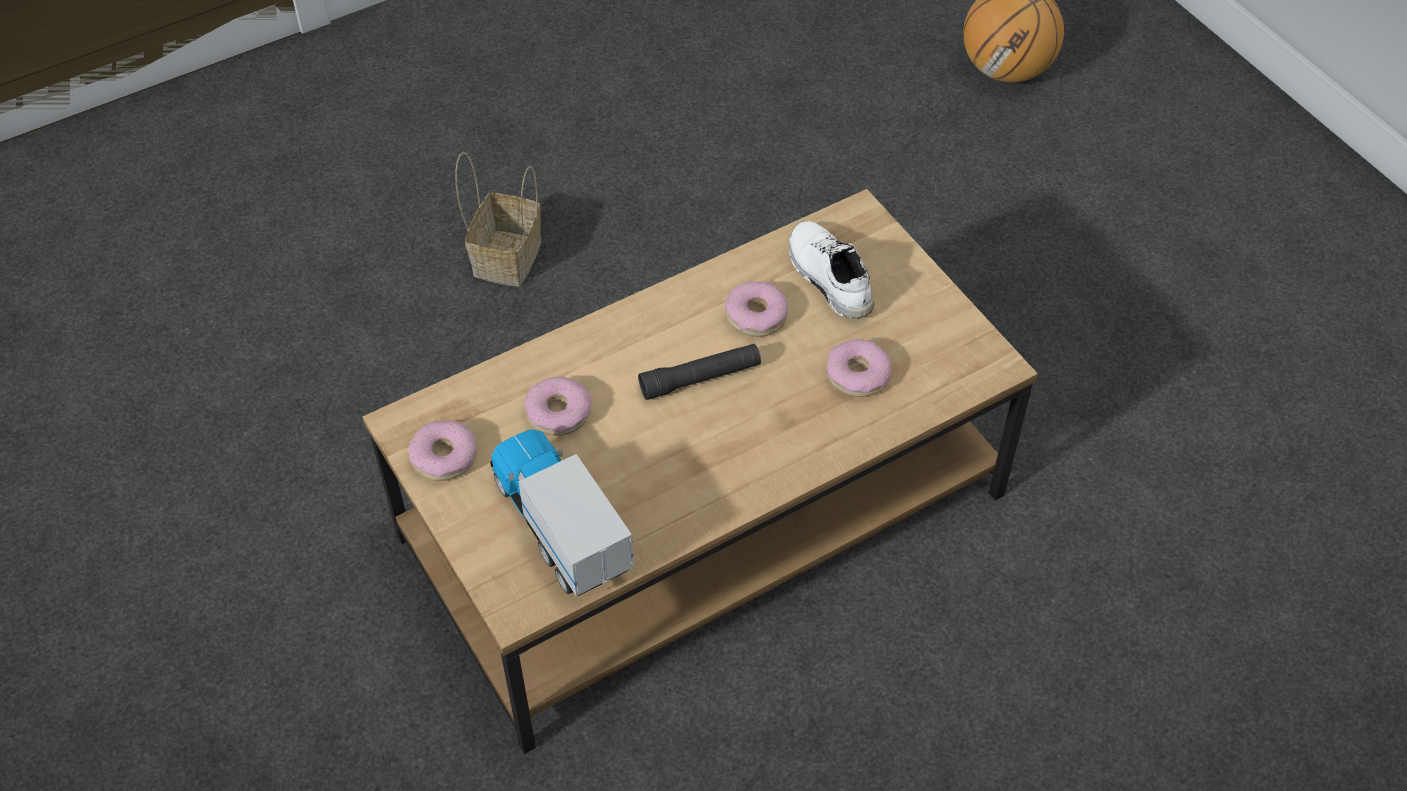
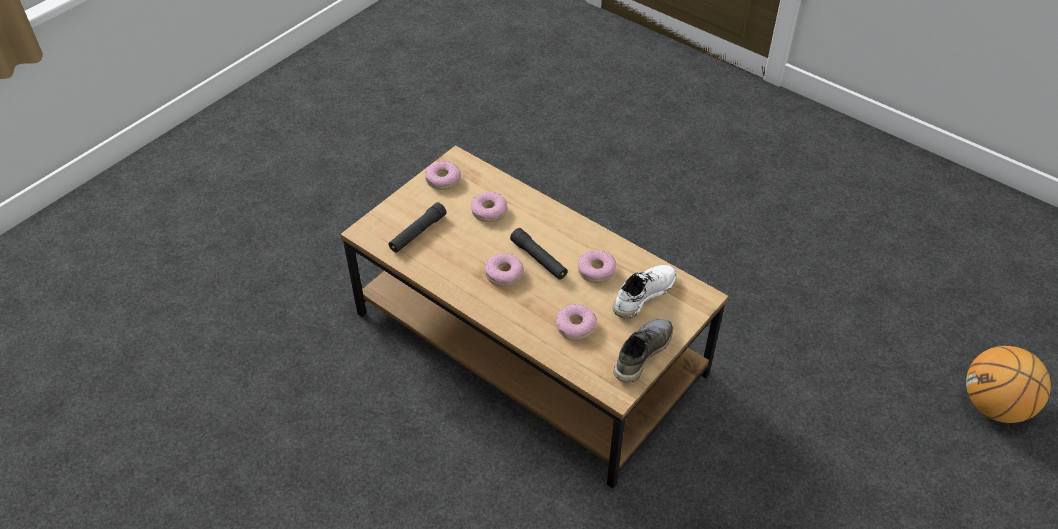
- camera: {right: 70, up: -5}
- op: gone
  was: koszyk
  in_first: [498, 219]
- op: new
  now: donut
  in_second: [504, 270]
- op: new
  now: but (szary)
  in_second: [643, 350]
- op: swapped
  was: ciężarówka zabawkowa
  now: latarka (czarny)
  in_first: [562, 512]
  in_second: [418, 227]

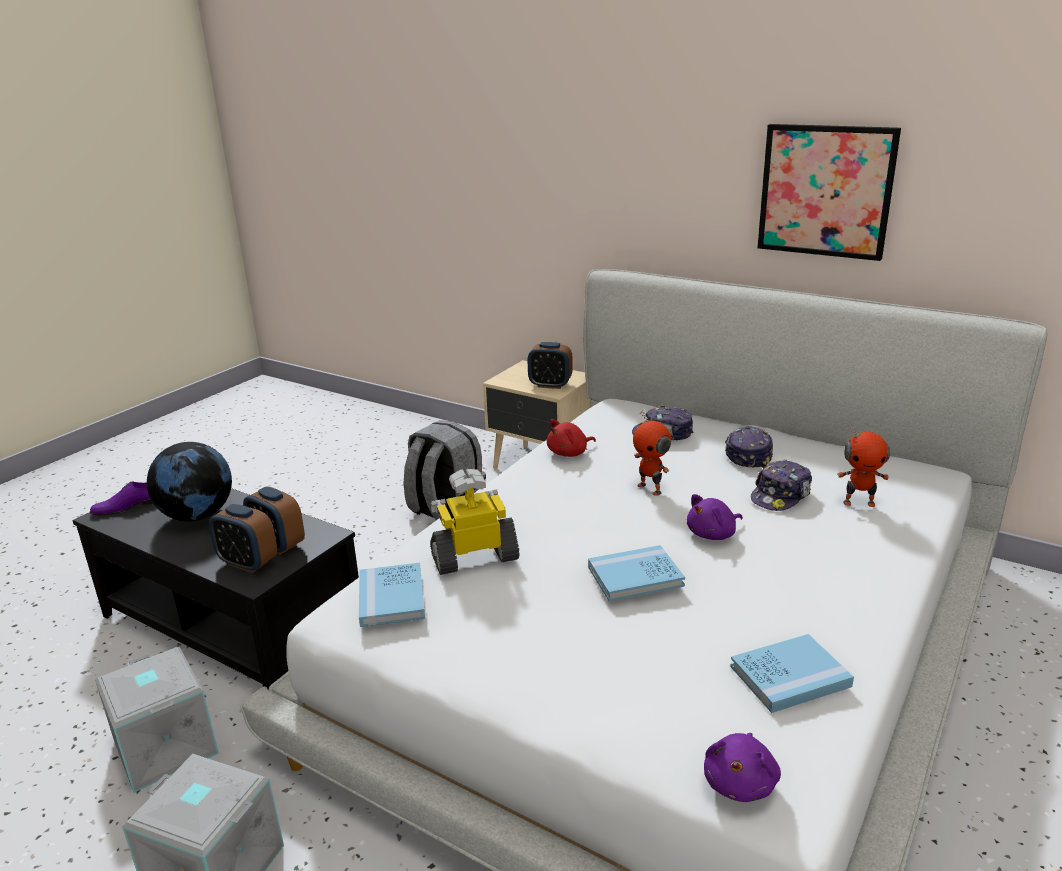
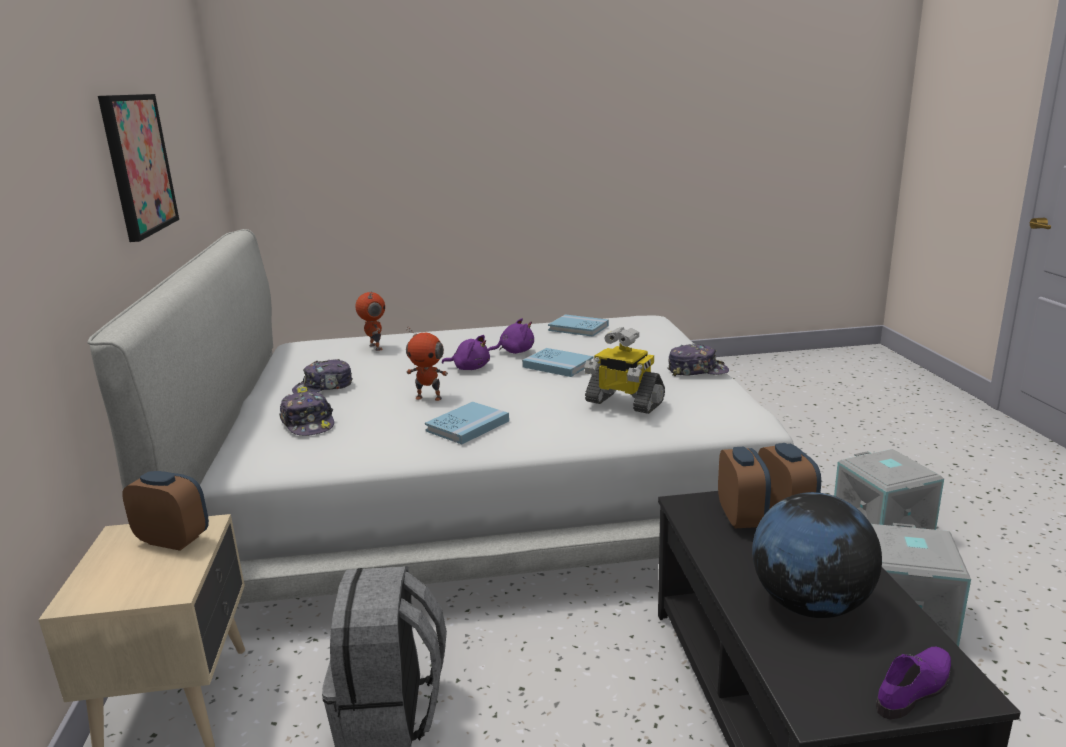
- camera: {right: -130, up: -5}
- op: gone
  was: pluszak (czerwony)
  in_first: [571, 438]
- op: shifted
  was: książka (niebieski)
  in_first: [392, 595]
  in_second: [467, 422]
- op: shifted
  was: pluszak (fioletowy)
  in_first: [742, 767]
  in_second: [511, 336]
- op: shifted
  was: czapka z daszkiem
  in_first: [781, 485]
  in_second: [698, 360]
- op: rotated
  was: but (fioletowy)
  in_first: [121, 498]
  in_second: [913, 683]
  clockwise: -60
- op: rotated
  was: budzik
  in_first: [550, 365]
  in_second: [165, 511]
  clockwise: -45
- op: rotated
  was: robot zabawkowy
  in_first: [652, 453]
  in_second: [427, 364]
  clockwise: 90

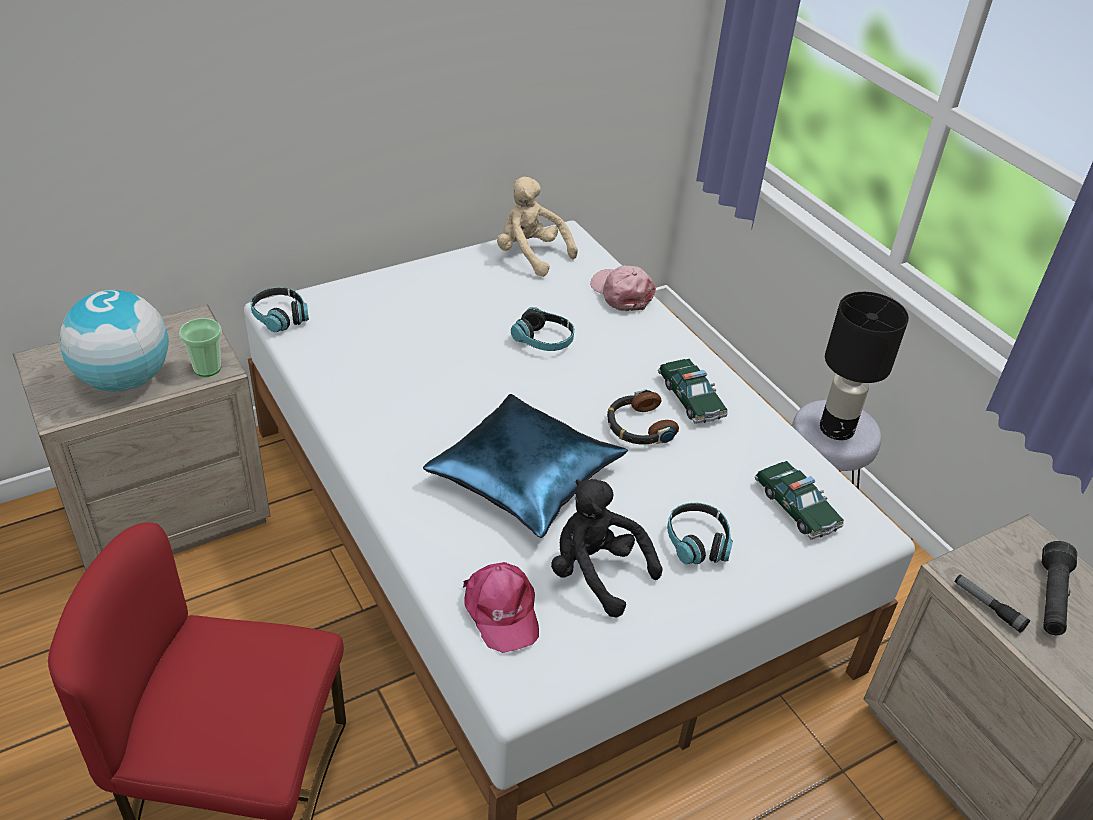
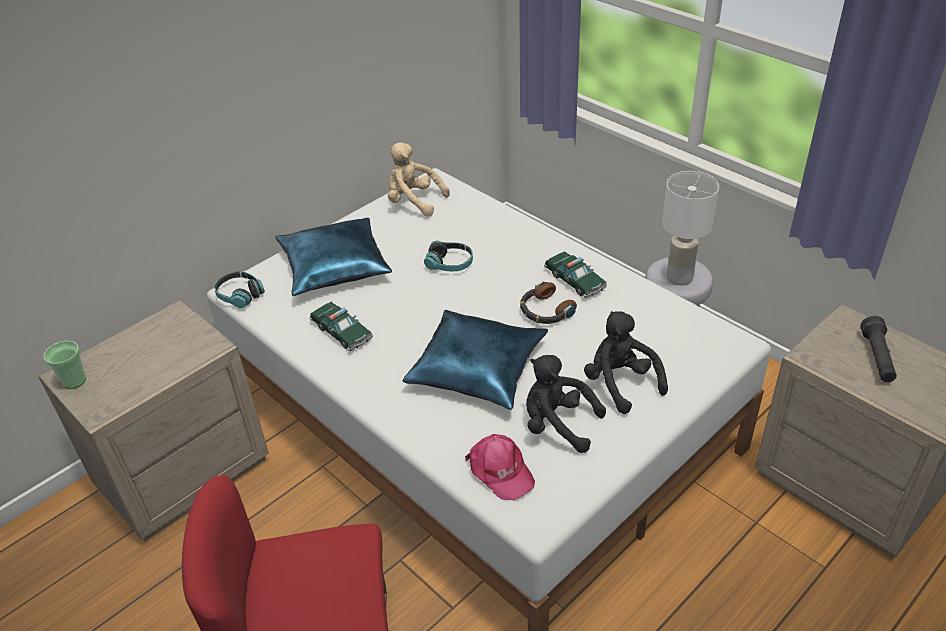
- camera: {right: -10, up: 0}
- op: gone
  was: globus
  in_first: [114, 340]
- op: gone
  was: czapka z daszkiem (różowy)
  in_first: [623, 288]
- op: gone
  was: latarka
  in_first: [992, 603]
- op: new
  now: poduszka (niebieski)
  in_second: [333, 257]
- op: shifted
  was: filiżanka
  in_first: [200, 347]
  in_second: [65, 365]
- op: shifted
  was: samochodzik
  in_first: [799, 500]
  in_second: [341, 326]
- op: swapped
  was: słuchawki
  now: pluszak (czarny)
  in_first: [700, 533]
  in_second: [626, 362]
- op: repainted
  was: lampa stołowa (czarny)
  now: lampa stołowa (biały)
  in_first: [864, 366]
  in_second: [690, 228]

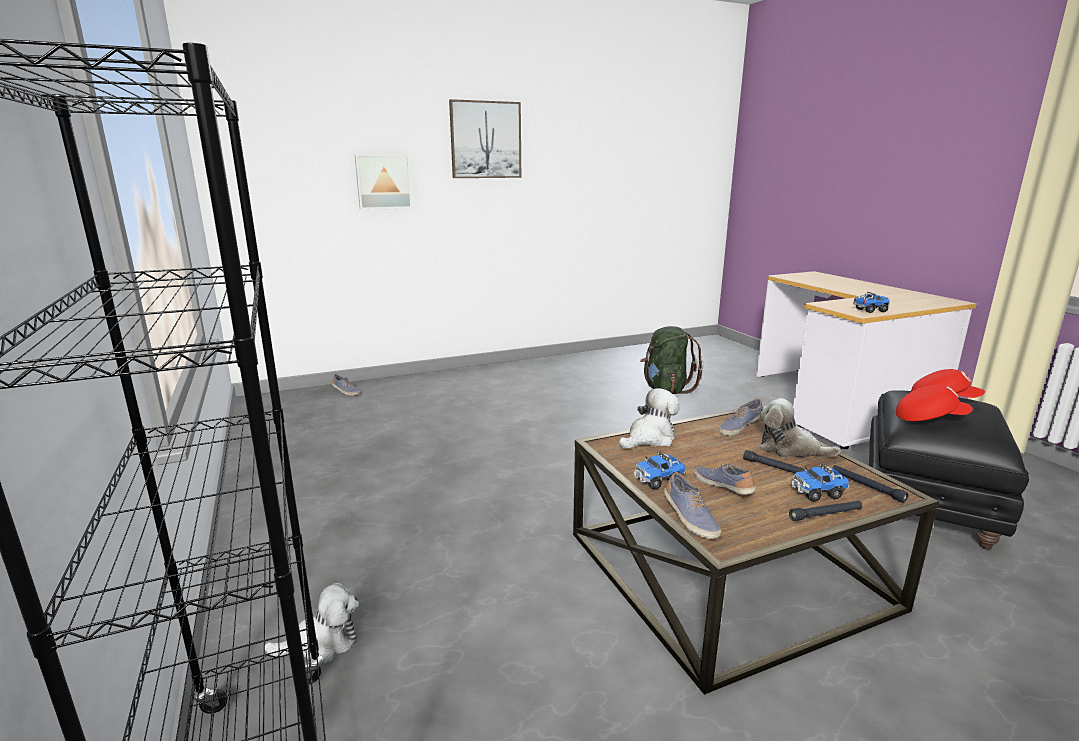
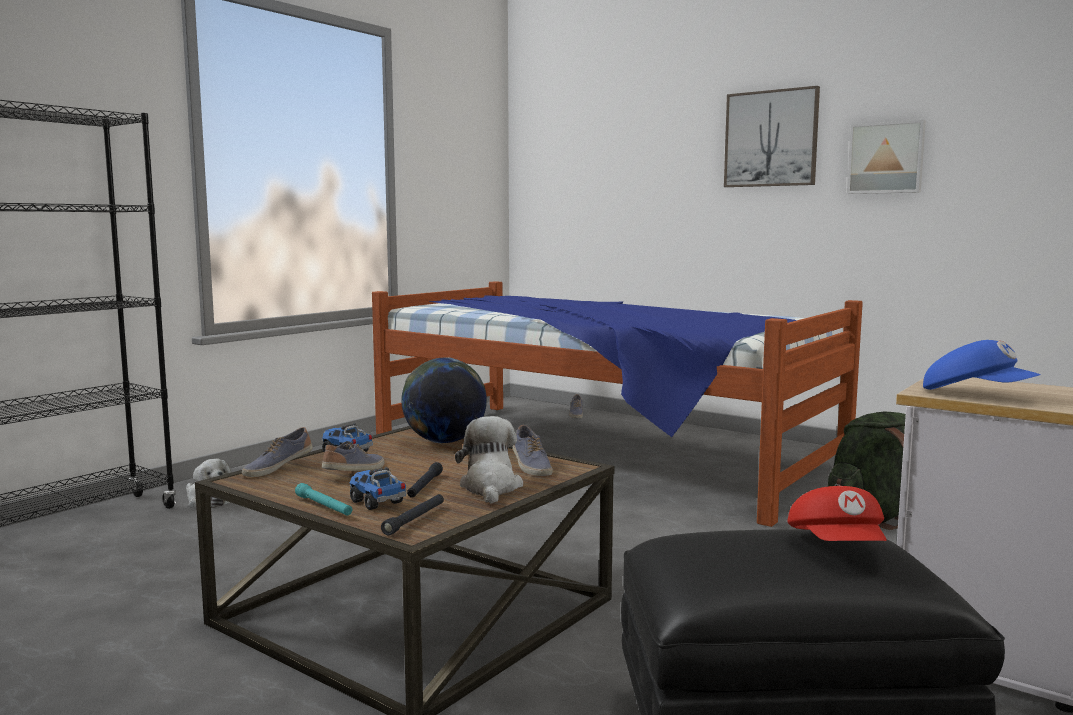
- camera: {right: 60, up: -10}
- op: gone
  was: czapka z daszkiem (czerwony)
  in_first: [934, 403]
- op: new
  now: łóżko
  in_second: [617, 404]
- op: shifted
  was: obraz
  in_first: [384, 182]
  in_second: [886, 157]
- op: swapped
  was: pluszak
  now: globus
  in_first: [649, 418]
  in_second: [444, 400]
- op: swapped
  was: ciężarówka zabawkowa
  now: czapka z daszkiem (niebieski)
  in_first: [871, 302]
  in_second: [982, 365]
- op: repainted
  was: latarka (czarny)
  now: latarka (turkusowy)
  in_first: [826, 511]
  in_second: [323, 499]
- op: rotated
  was: but
  in_first: [740, 417]
  in_second: [533, 450]
  clockwise: -135

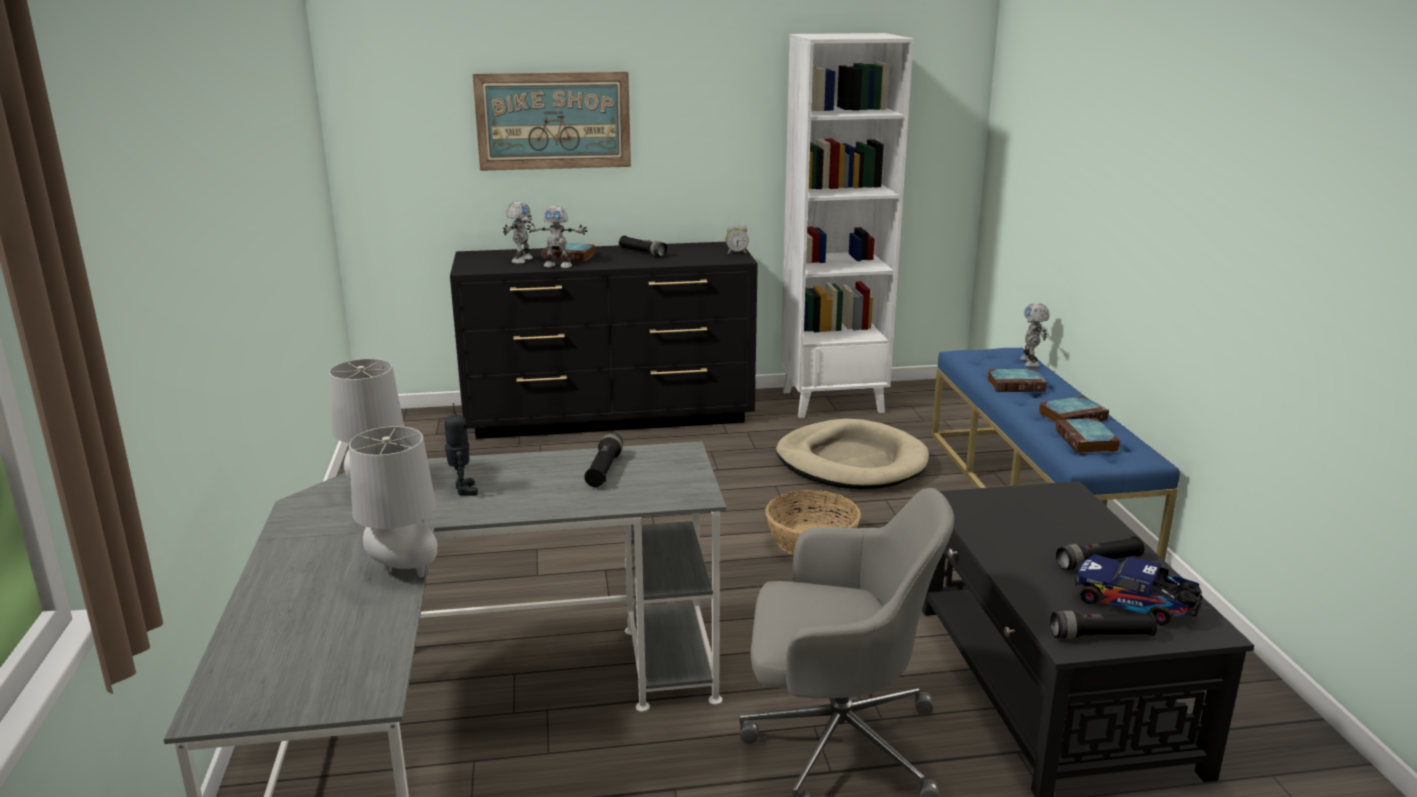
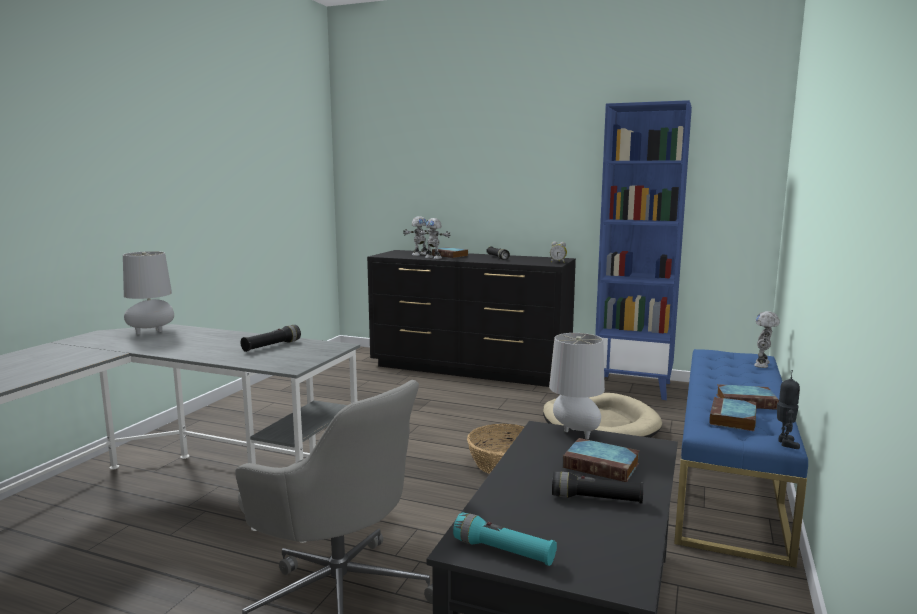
- camera: {right: 30, up: -10}
- op: gone
  was: obraz
  in_first: [552, 121]
- op: gone
  was: ciężarówka zabawkowa
  in_first: [1139, 589]
- op: shifted
  was: lampa stołowa (szary)
  in_first: [393, 501]
  in_second: [577, 386]
- op: shifted
  was: robot zabawkowy
  in_first: [461, 449]
  in_second: [788, 409]
- op: shifted
  was: książka
  in_first: [1017, 380]
  in_second: [601, 460]
- op: repainted
  was: regał (biały)
  now: regał (niebieski)
  in_first: [847, 225]
  in_second: [643, 250]
- op: repainted
  was: latarka (czarny)
  now: latarka (turkusowy)
  in_first: [1104, 625]
  in_second: [505, 539]

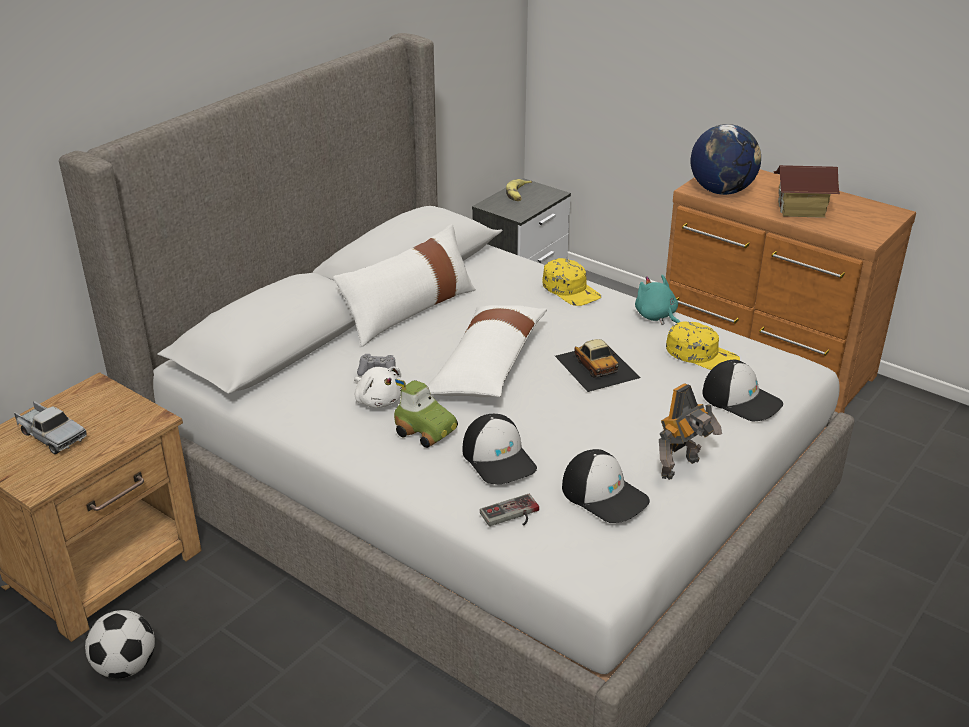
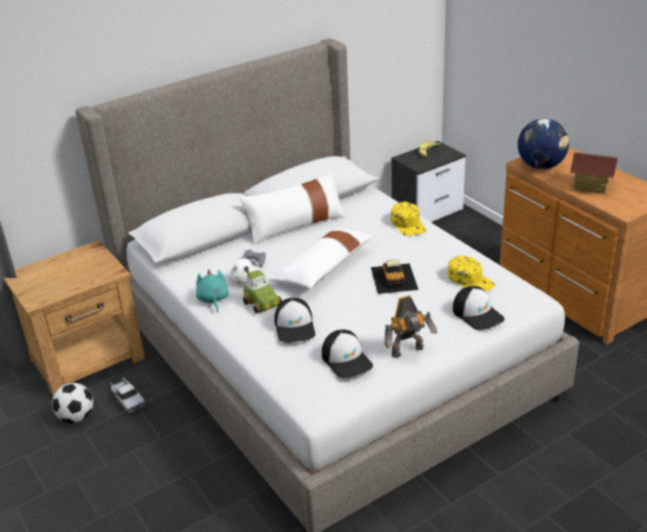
- camera: {right: 20, up: 0}
- op: gone
  was: pad do gier
  in_first: [509, 510]
- op: shifted
  was: ciężarówka zabawkowa
  in_first: [50, 427]
  in_second: [128, 395]
- op: shifted
  was: pluszak (turkusowy)
  in_first: [657, 300]
  in_second: [212, 290]

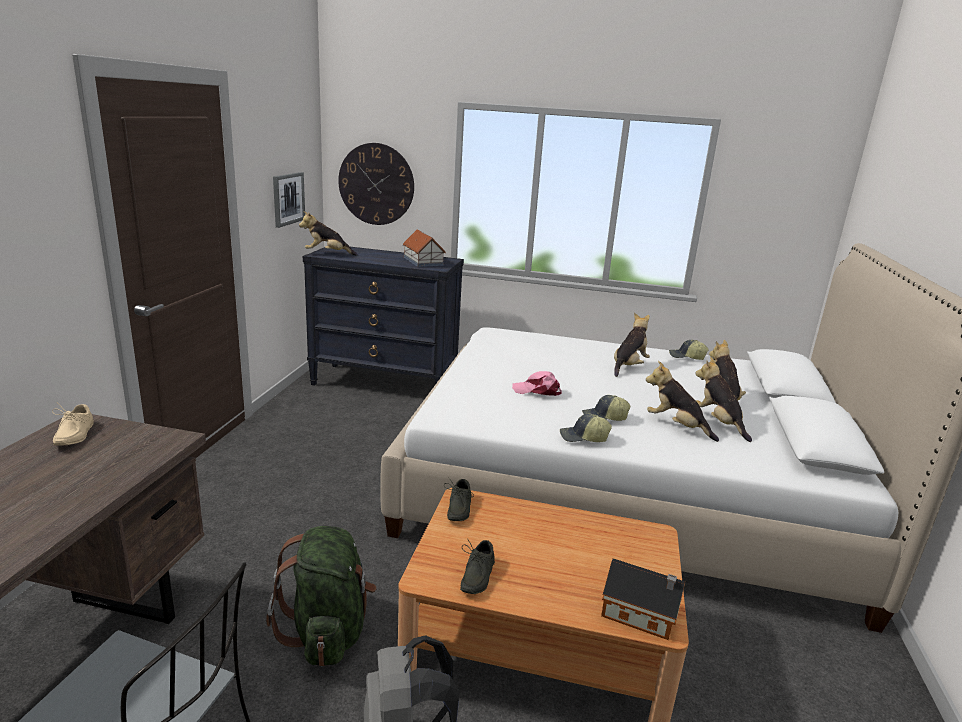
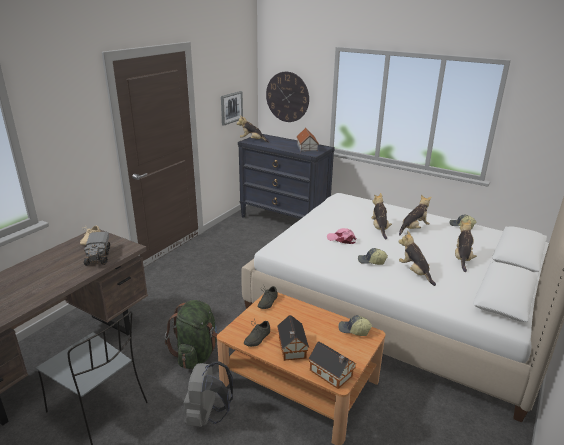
- camera: {right: 20, up: 5}
- op: new
  now: ciężarówka zabawkowa
  in_second: [97, 249]
- op: new
  now: domek
  in_second: [293, 338]
- op: shifted
  was: czapka z daszkiem
  in_first: [586, 428]
  in_second: [355, 325]
- op: shifted
  was: pluszak
  in_first: [723, 399]
  in_second: [382, 216]

